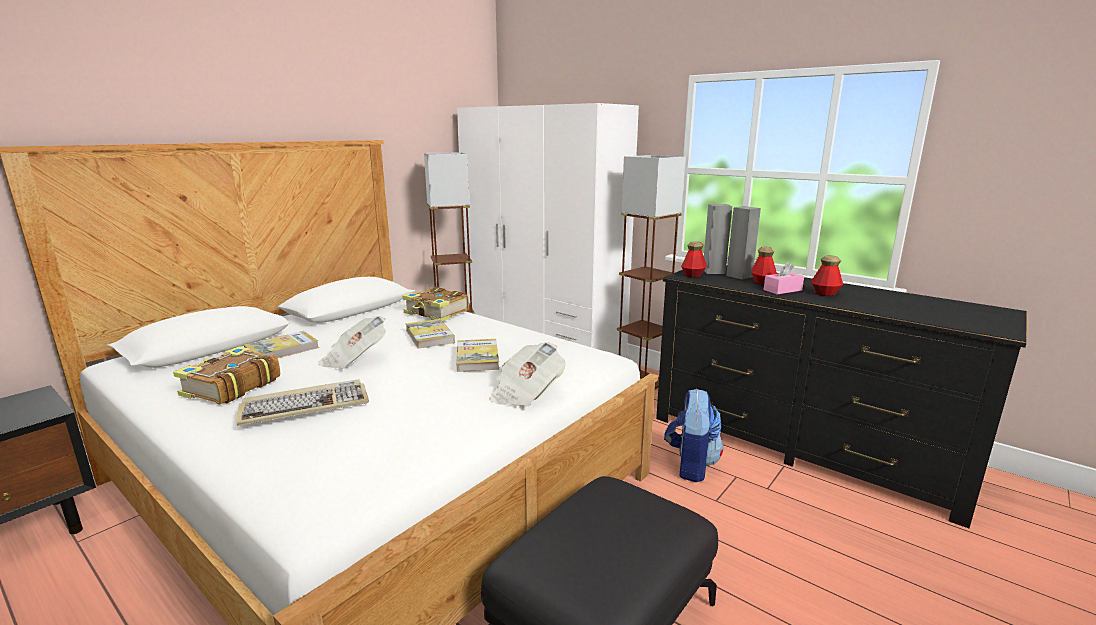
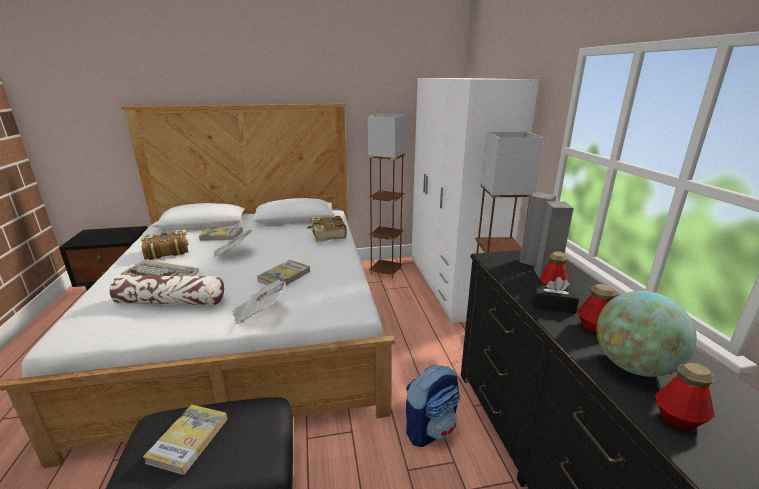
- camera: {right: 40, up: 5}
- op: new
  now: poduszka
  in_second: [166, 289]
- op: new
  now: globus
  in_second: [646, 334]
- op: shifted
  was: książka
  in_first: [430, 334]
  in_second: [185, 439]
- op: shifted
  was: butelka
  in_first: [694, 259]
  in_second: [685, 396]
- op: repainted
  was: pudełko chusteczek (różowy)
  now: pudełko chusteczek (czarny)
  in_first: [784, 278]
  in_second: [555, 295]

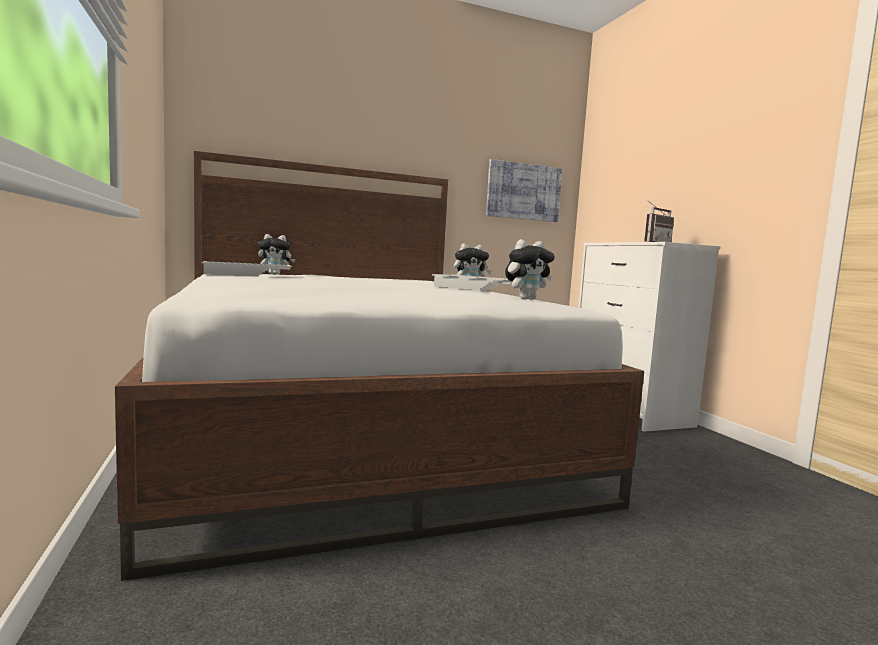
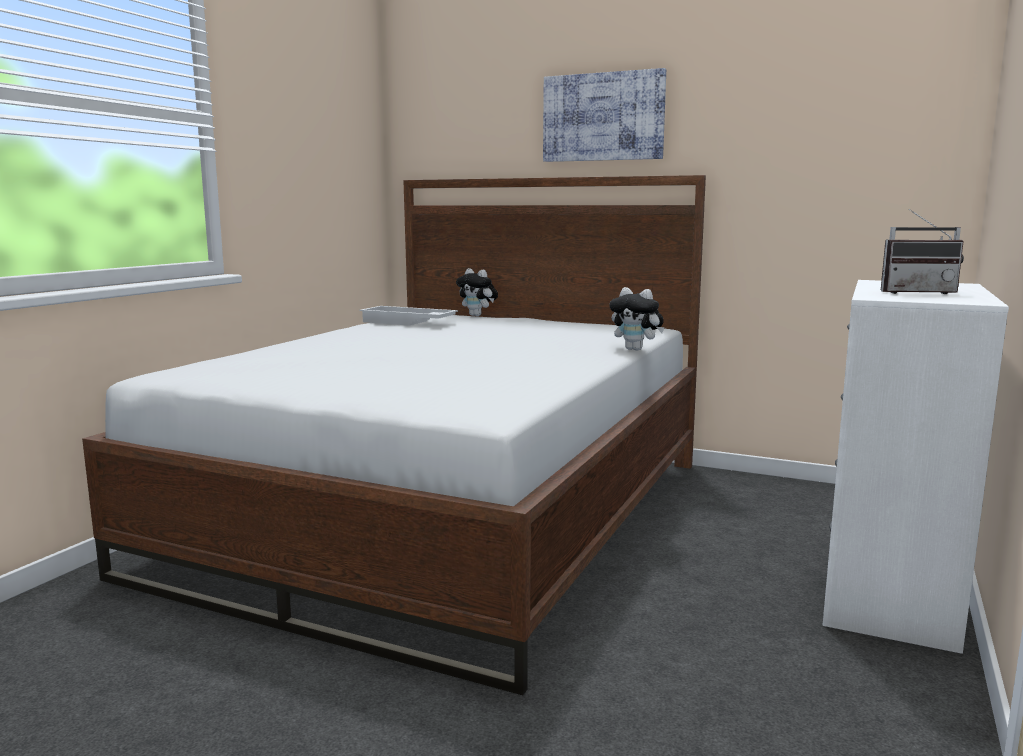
- camera: {right: 45, up: 5}
- op: gone
  was: taca (biały)
  in_first: [472, 282]
- op: gone
  was: pluszak
  in_first: [530, 269]
- op: shifted
  was: obraz
  in_first: [524, 190]
  in_second: [604, 115]

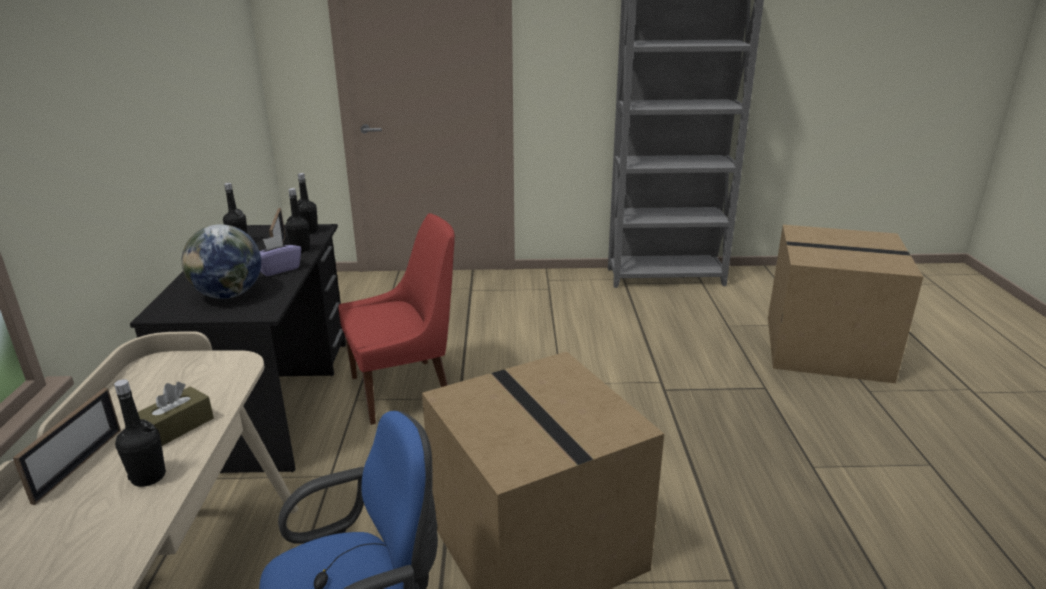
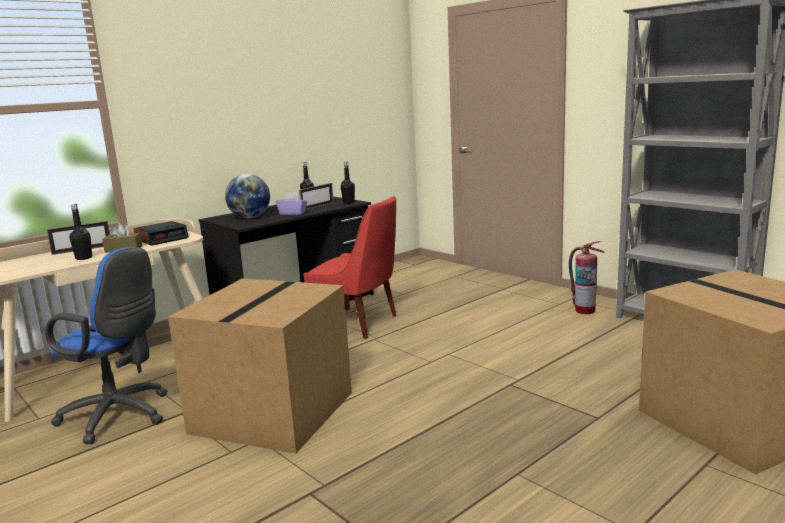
- camera: {right: 50, up: -10}
- op: gone
  was: butelka (czarny)
  in_first: [298, 220]
- op: new
  now: budzik
  in_second: [161, 233]
- op: new
  now: gaśnica
  in_second: [586, 277]

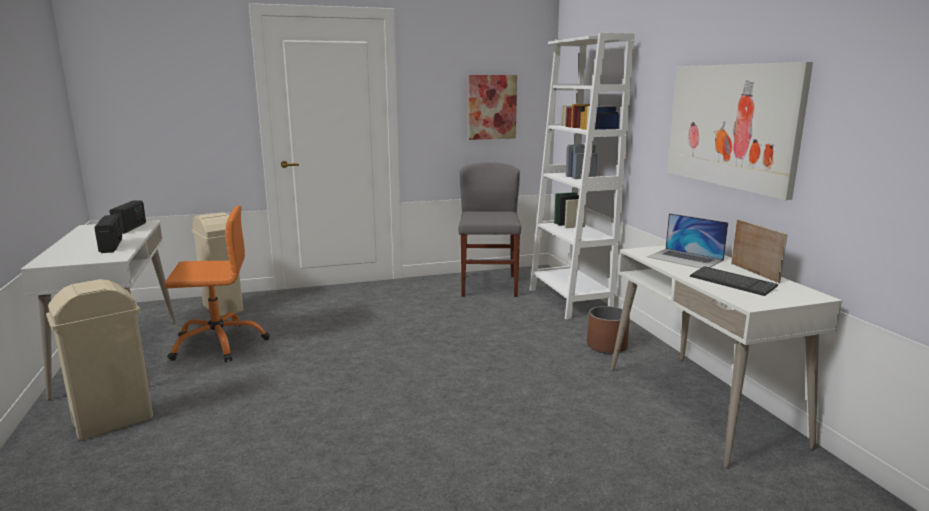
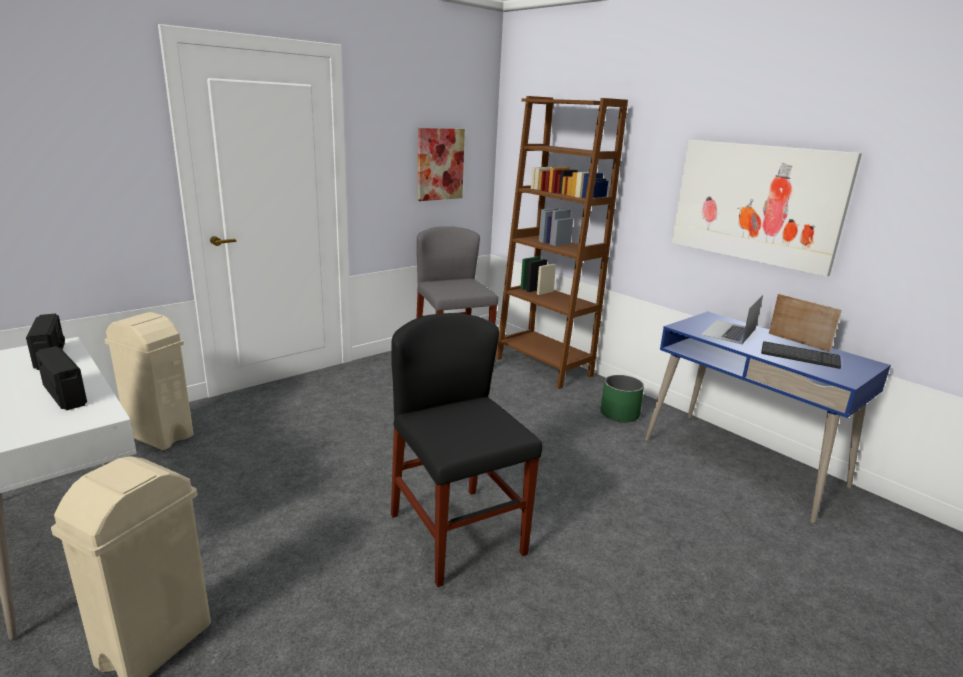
- camera: {right: -25, up: 5}
- op: gone
  was: krzesło biurowe (pomarańczowy)
  in_first: [217, 283]
- op: new
  now: krzesło (czarny)
  in_second: [466, 450]
- op: repainted
  was: regał (biały)
  now: regał (brązowy)
  in_first: [582, 176]
  in_second: [562, 242]
- op: repainted
  was: donica (brązowy)
  now: donica (zielony)
  in_first: [608, 330]
  in_second: [622, 399]
- op: repainted
  was: biurko (biały)
  now: biurko (niebieski)
  in_first: [726, 356]
  in_second: [768, 417]
- op: rotated
  was: laptop
  in_first: [687, 240]
  in_second: [732, 320]
  clockwise: 105

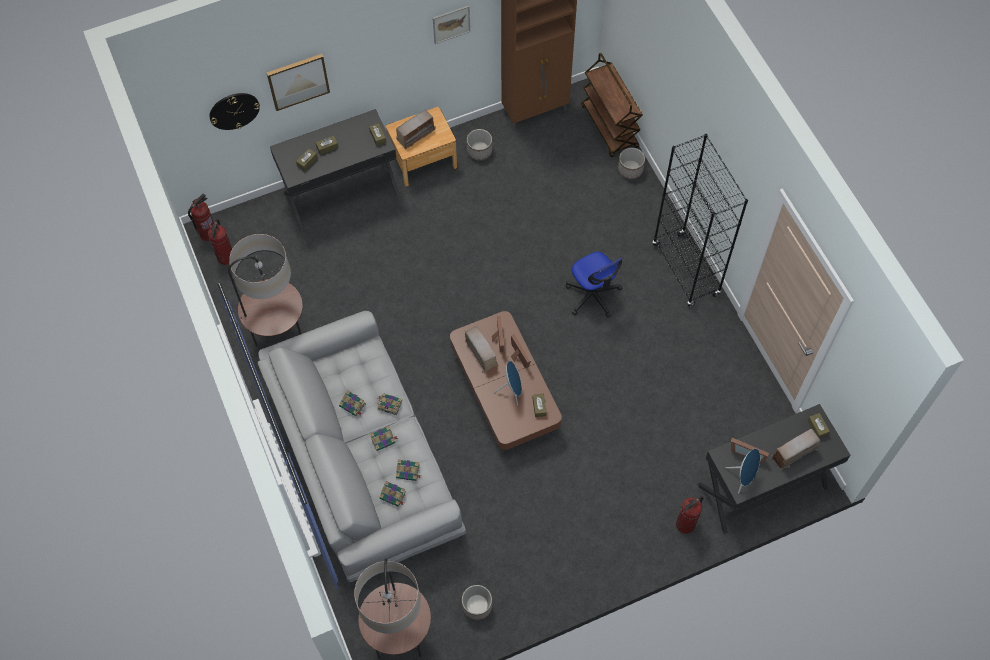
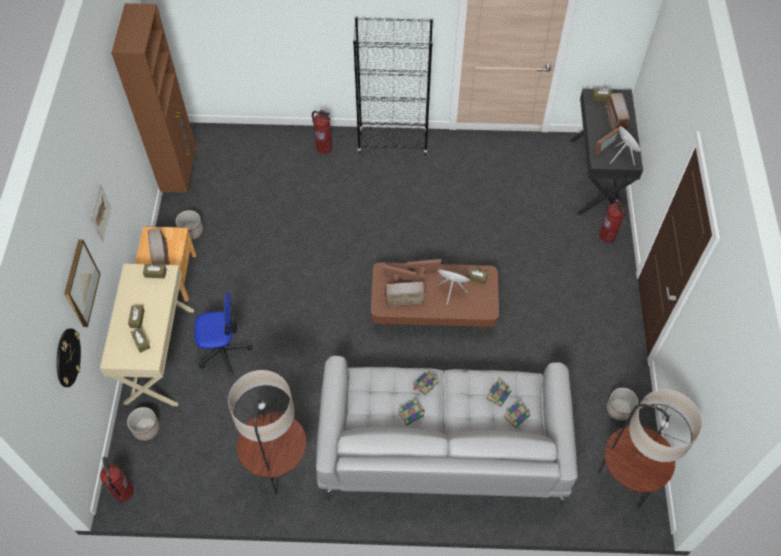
- camera: {right: -65, up: -5}
- op: gone
  was: książka
  in_first: [384, 438]
- op: gone
  was: wózek (brązowy)
  in_first: [612, 105]
- op: shifted
  was: gaśnica
  in_first: [220, 242]
  in_second: [322, 132]
- op: shifted
  was: obraz
  in_first: [451, 24]
  in_second: [100, 213]
- op: shifted
  was: krzesło biurowe
  in_first: [594, 285]
  in_second: [223, 334]
- op: shifted
  was: donica
  in_first: [631, 163]
  in_second: [143, 424]
- op: repainted
  was: biurko (czarny)
  now: biurko (beżowy)
  in_first: [335, 170]
  in_second: [147, 335]

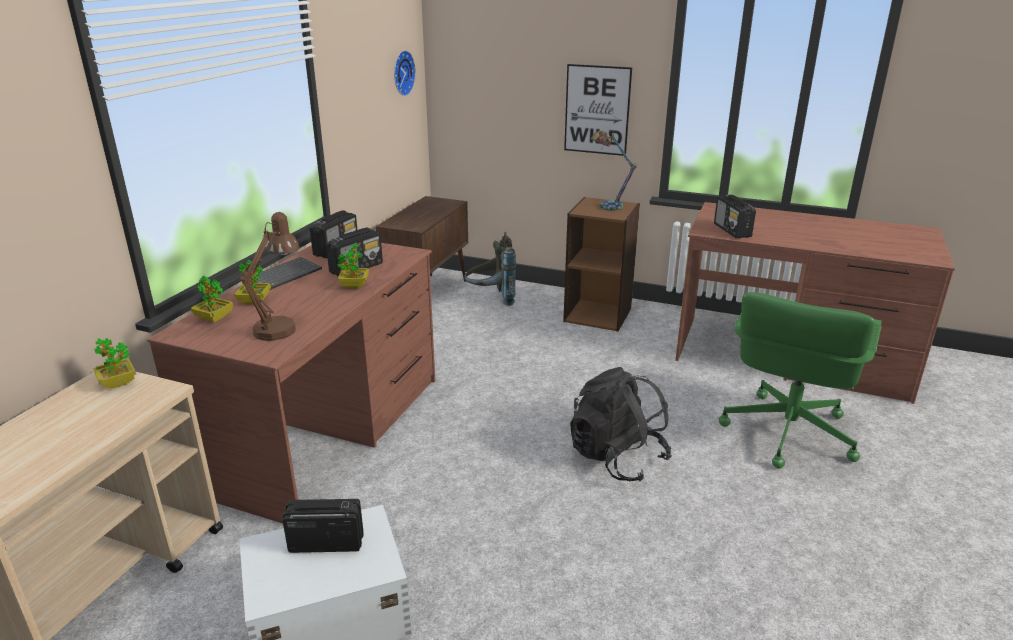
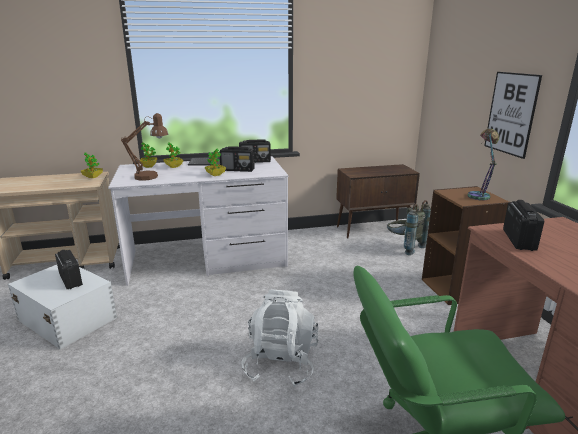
- camera: {right: 55, up: -5}
- op: gone
  was: zegar ścienny
  in_first: [405, 73]
- op: repainted
  was: biurko (brązowy)
  now: biurko (biały)
  in_first: [291, 383]
  in_second: [198, 221]
- op: repainted
  was: plecak (czarny)
  now: plecak (biały)
  in_first: [621, 424]
  in_second: [280, 338]
- op: rotated
  was: radio
  in_first: [735, 216]
  in_second: [523, 225]
  clockwise: 150

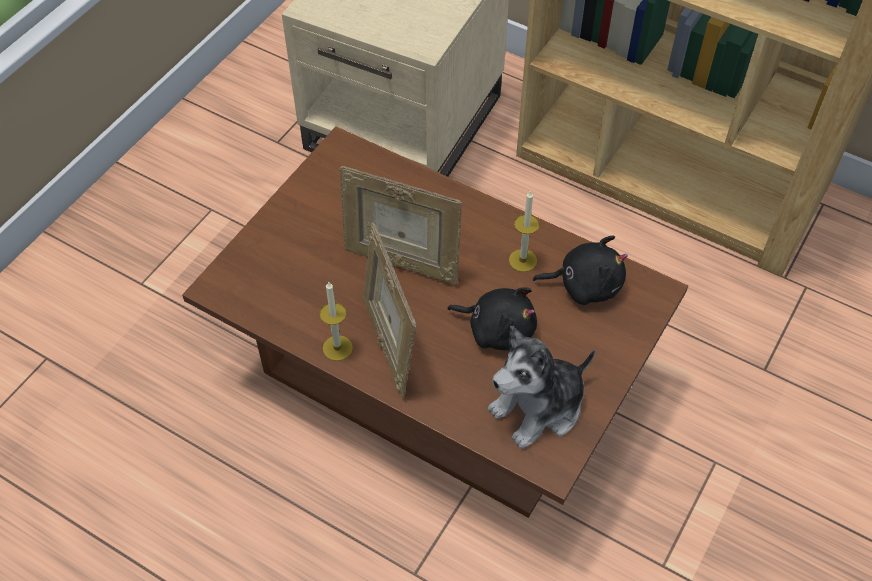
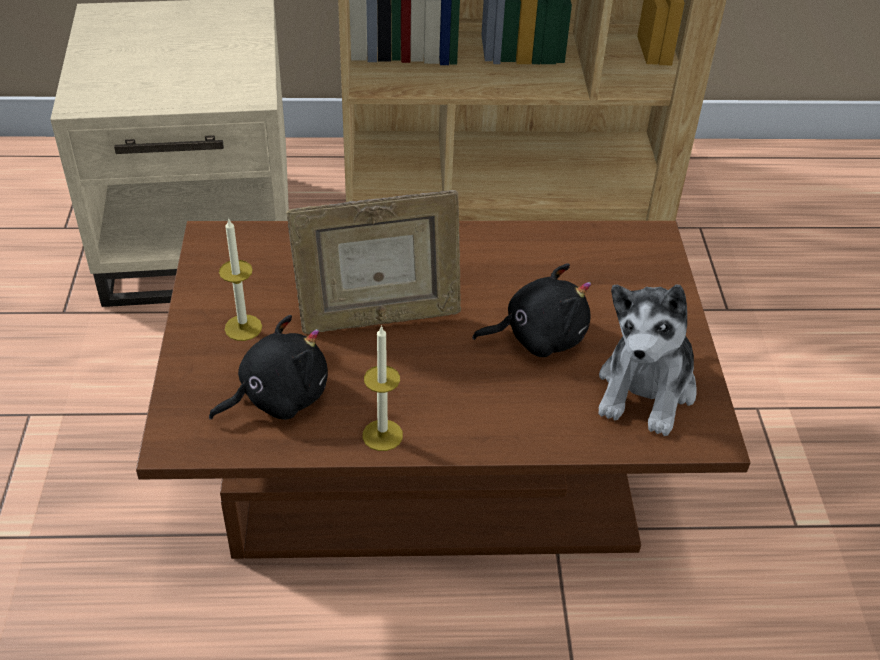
- camera: {right: -35, up: -10}
- op: gone
  was: ramka na zdjęcie
  in_first: [389, 310]
- op: shifted
  was: świeca
  in_first: [524, 231]
  in_second: [240, 279]
- op: shifted
  was: pluszak (czarny)
  in_first: [580, 270]
  in_second: [268, 367]

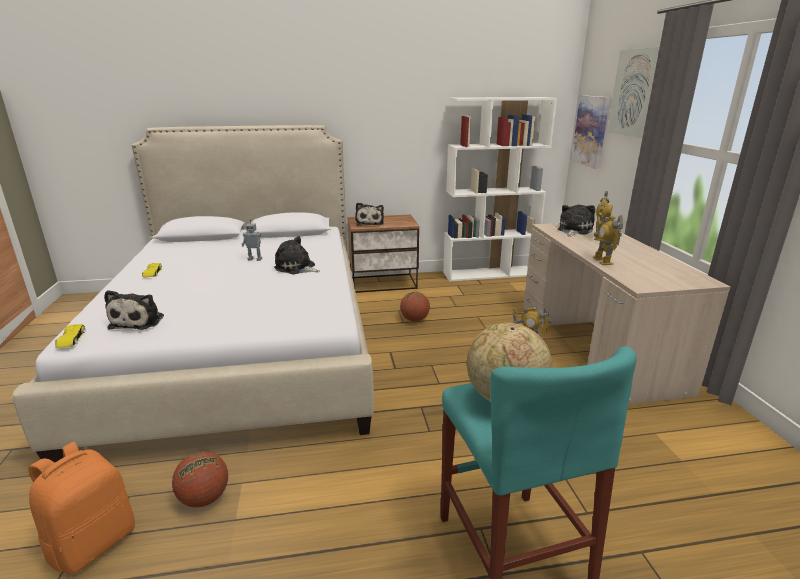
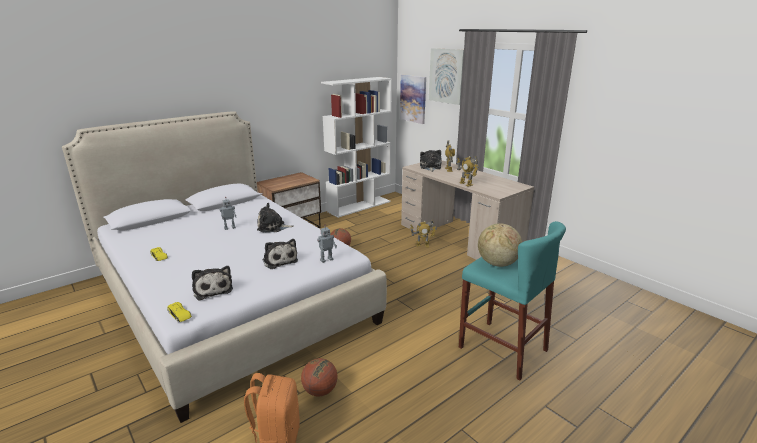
- camera: {right: -30, up: 0}
- op: new
  now: robot zabawkowy
  in_second: [327, 244]
- op: shifted
  was: pluszak
  in_first: [369, 214]
  in_second: [280, 254]

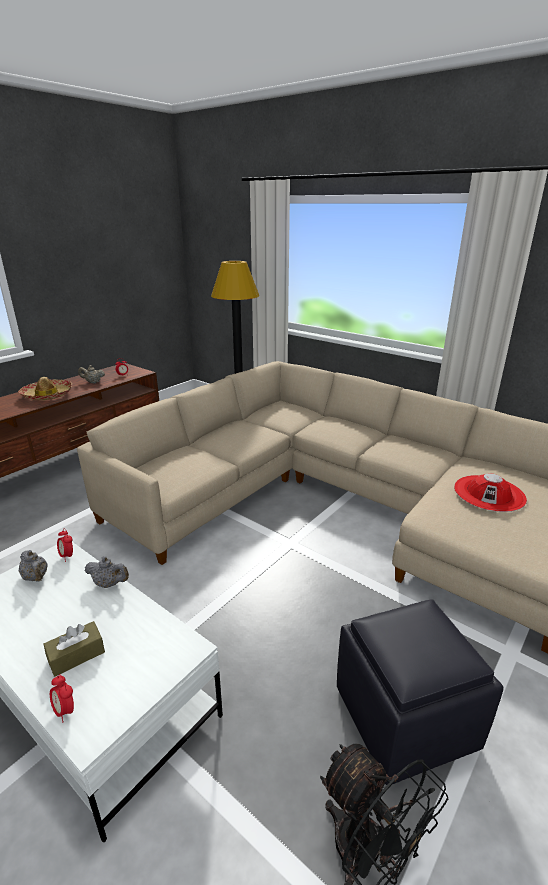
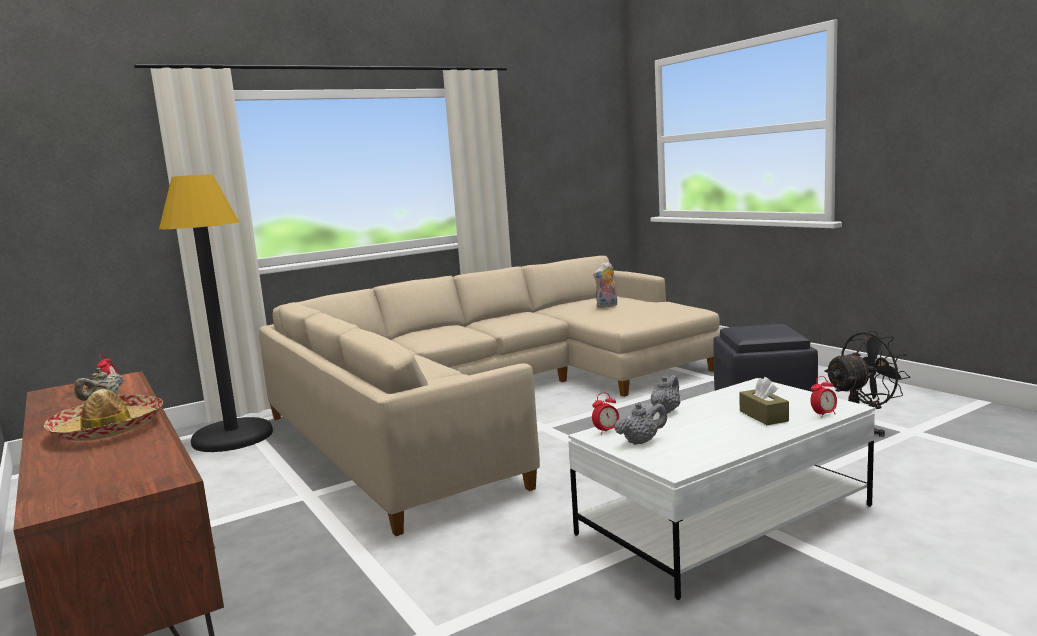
- camera: {right: -70, up: -15}
- op: swapped
  was: kapelusz (czerwony)
  now: pluszak
  in_first: [490, 492]
  in_second: [605, 285]

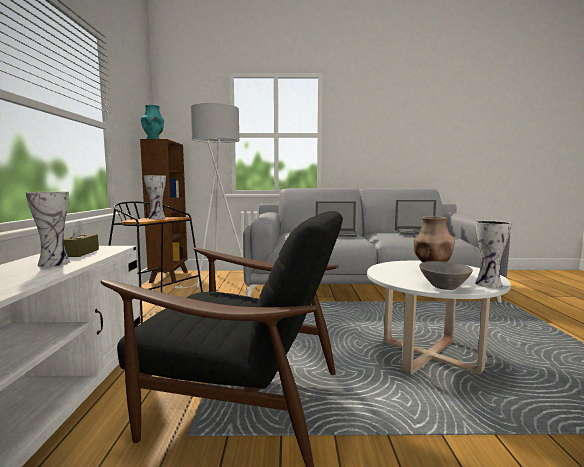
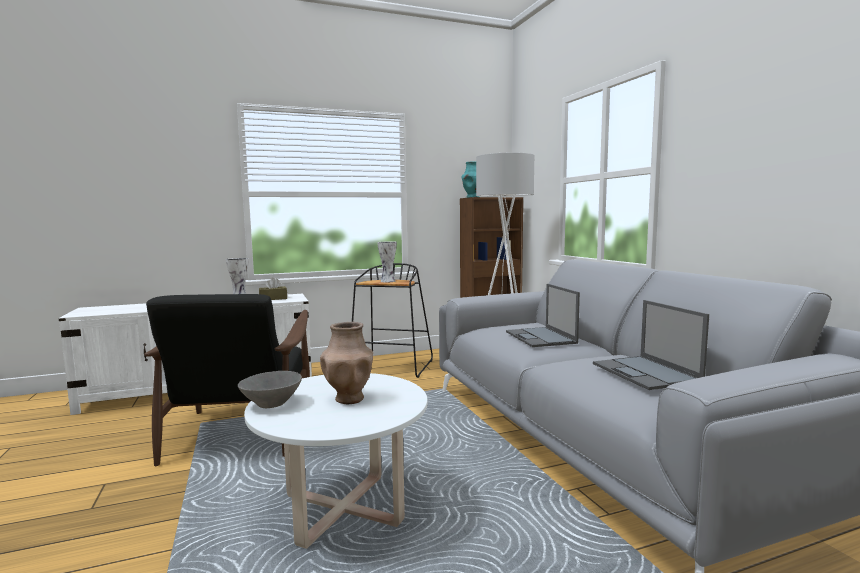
- camera: {right: 70, up: 0}
- op: gone
  was: wazon
  in_first: [493, 254]

